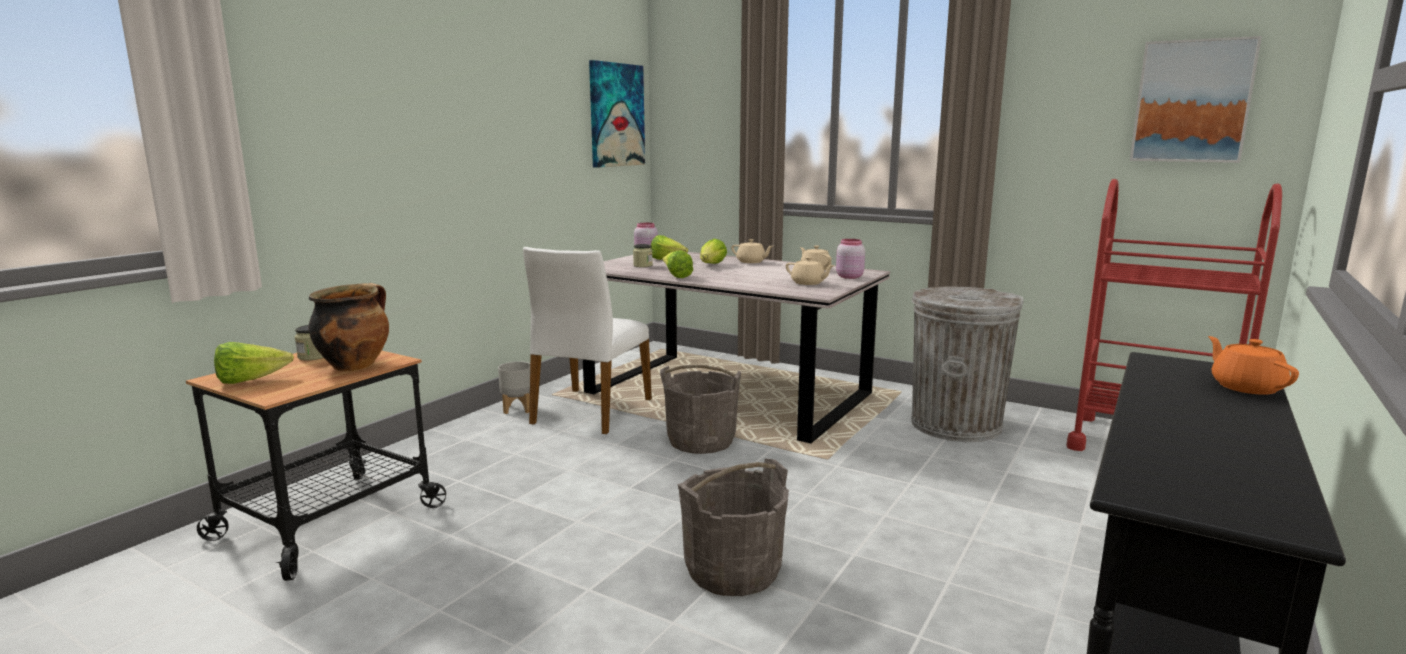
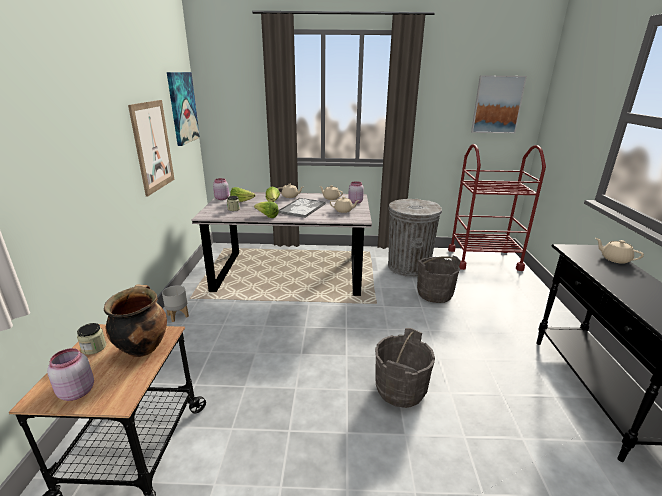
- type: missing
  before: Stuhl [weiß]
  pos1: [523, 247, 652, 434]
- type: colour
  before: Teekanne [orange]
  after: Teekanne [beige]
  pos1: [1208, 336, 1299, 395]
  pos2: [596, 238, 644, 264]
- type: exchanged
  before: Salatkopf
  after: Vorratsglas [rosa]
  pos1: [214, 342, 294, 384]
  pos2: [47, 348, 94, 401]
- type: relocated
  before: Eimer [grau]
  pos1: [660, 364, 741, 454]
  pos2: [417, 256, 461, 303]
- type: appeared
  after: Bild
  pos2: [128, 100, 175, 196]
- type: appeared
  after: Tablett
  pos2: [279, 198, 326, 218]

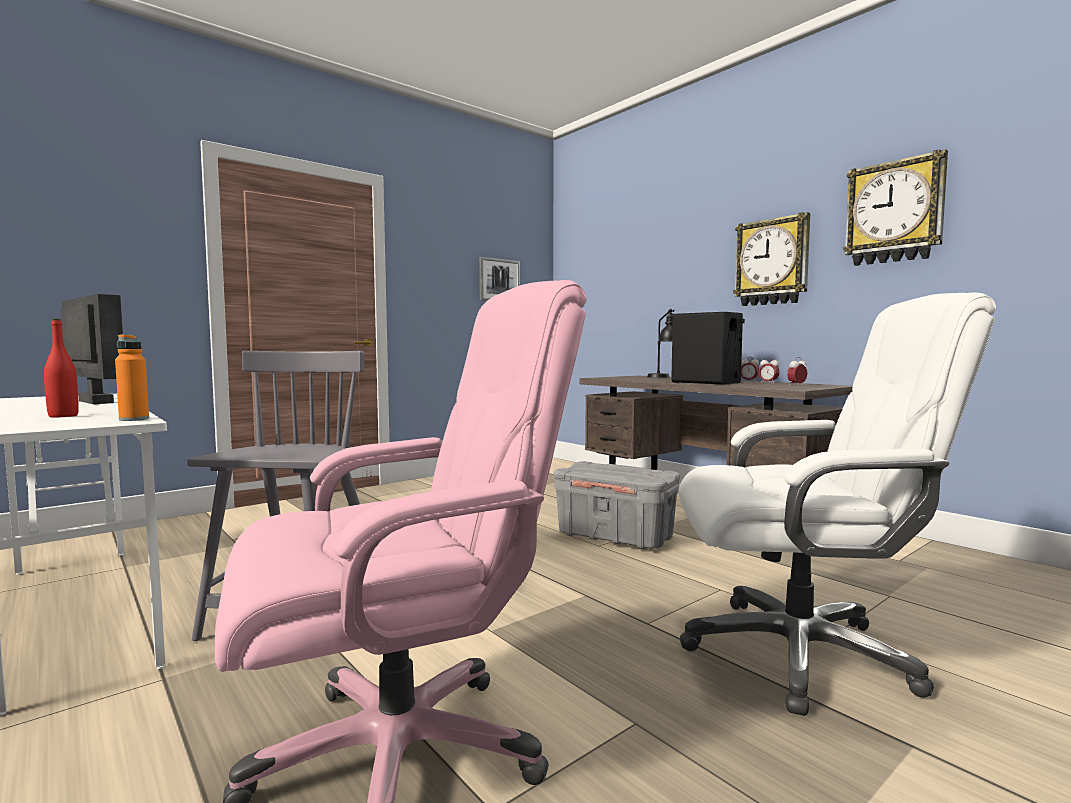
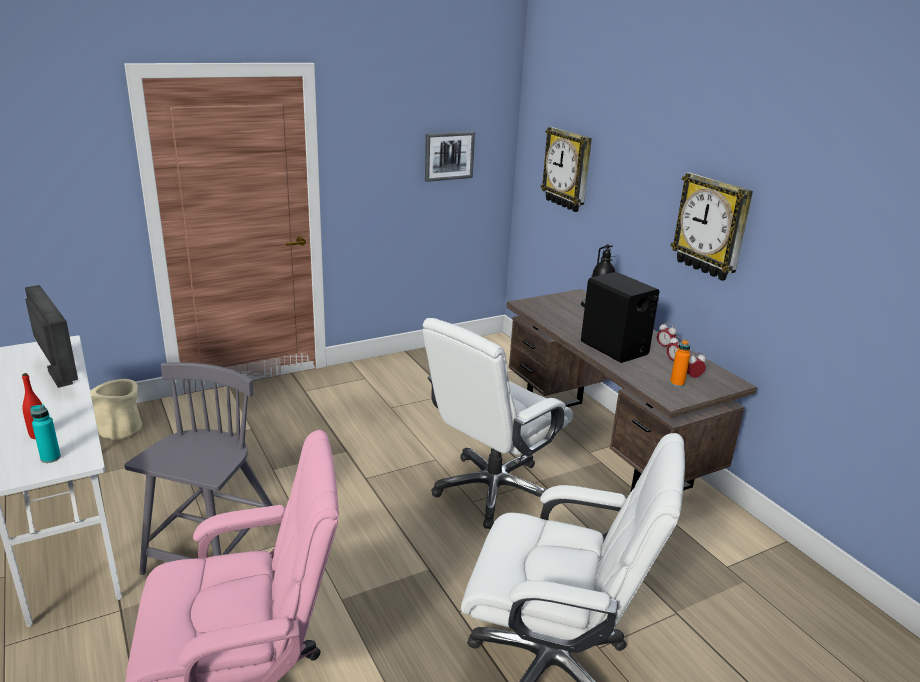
- type: relocated
  before: Wanduhr
  pos1: [843, 149, 948, 266]
  pos2: [541, 127, 592, 212]
- type: relocated
  before: Flasche [orange]
  pos1: [115, 334, 149, 421]
  pos2: [670, 339, 690, 387]
- type: exchanged
  before: Aufbewahrungsbox [grau]
  after: Bürostuhl [weiß]
  pos1: [554, 461, 680, 550]
  pos2: [423, 318, 573, 529]
- type: appeared
  after: Pflanzkübel [beige]
  pos2: [91, 379, 142, 440]
- type: appeared
  after: Flasche [türkis]
  pos2: [30, 404, 61, 463]

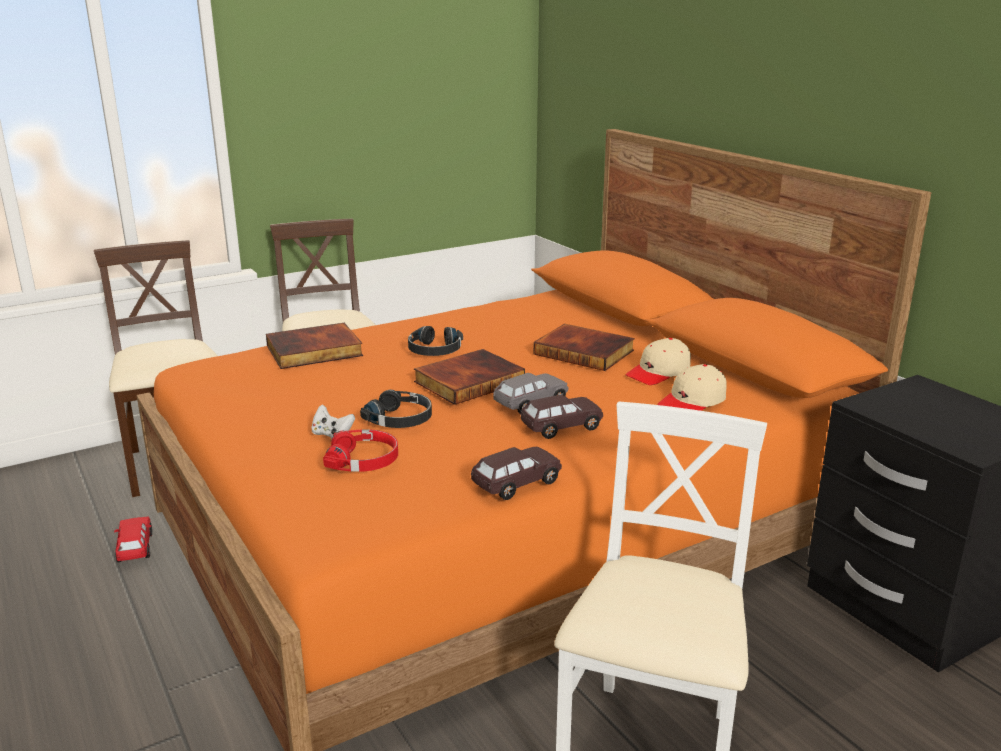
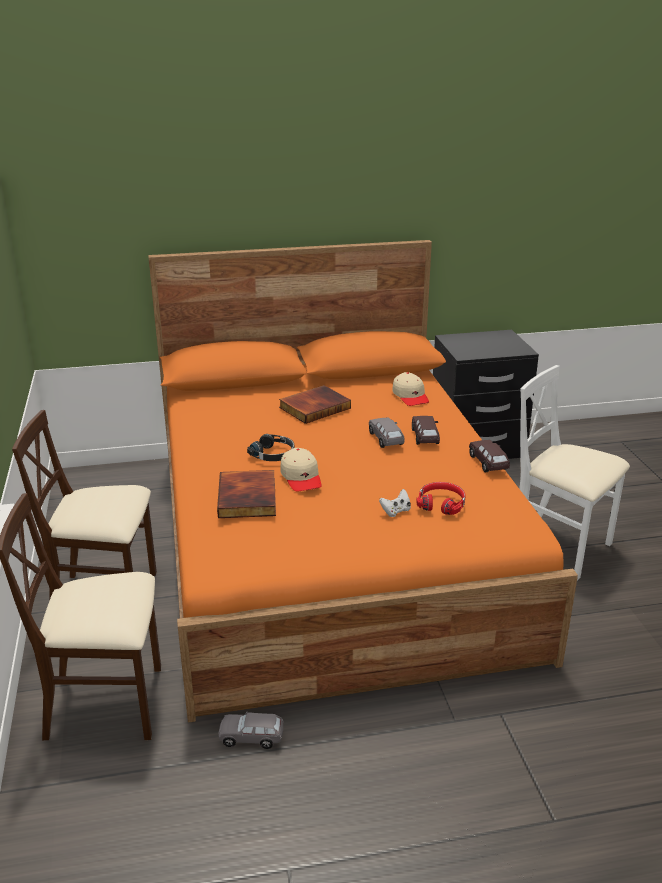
- type: relocated
  before: Kappe [beige]
  pos1: [626, 338, 691, 385]
  pos2: [280, 448, 321, 492]
- type: missing
  before: Buch
  pos1: [414, 349, 525, 405]
- type: missing
  before: Kopfhörer [schwarz]
  pos1: [360, 390, 432, 428]
- type: colour
  before: Spielzeugauto [rot]
  after: Spielzeugauto [grau]
  pos1: [114, 516, 152, 562]
  pos2: [218, 711, 283, 749]

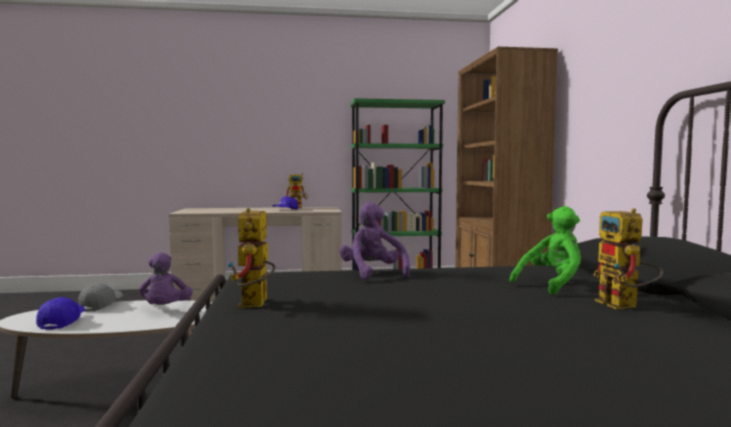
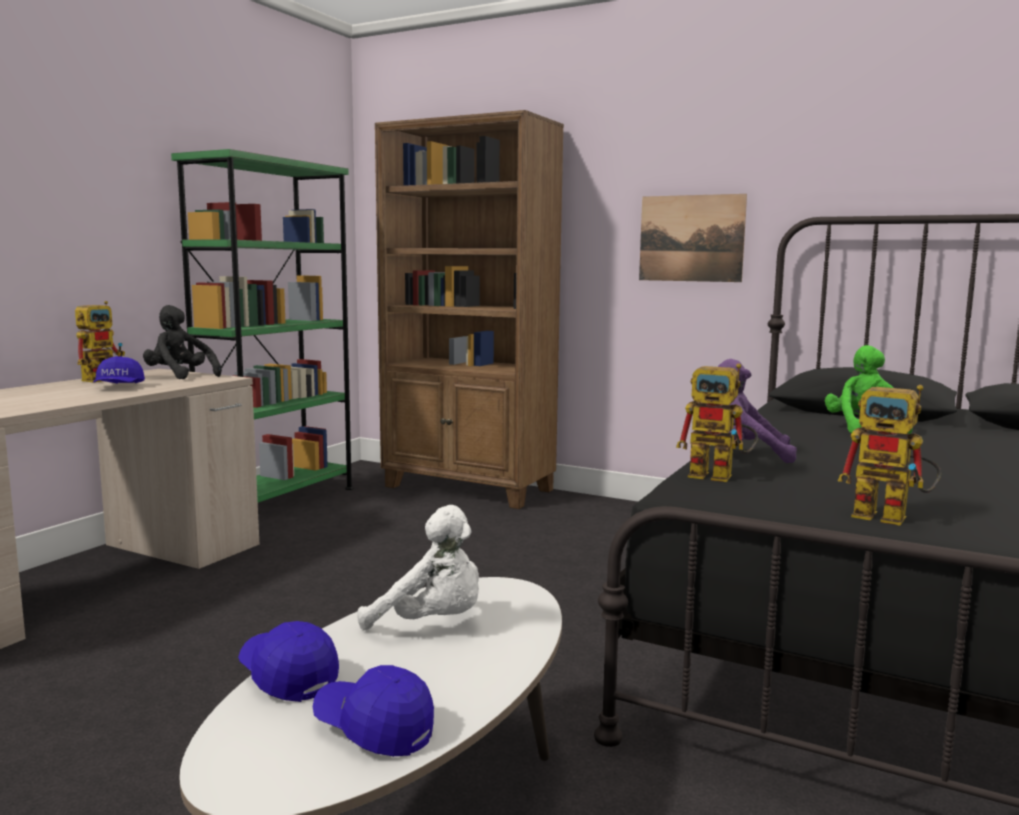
- type: relocated
  before: Spielzeugroboter
  pos1: [593, 208, 663, 309]
  pos2: [676, 363, 758, 482]
- type: colour
  before: Plüschtier [lila]
  after: Plüschtier [weiß]
  pos1: [139, 252, 193, 305]
  pos2: [357, 505, 479, 630]
- type: colour
  before: Kappe [grau]
  after: Kappe [blau]
  pos1: [78, 283, 123, 312]
  pos2: [238, 621, 339, 702]
- type: appeared
  after: Bild
  pos2: [639, 194, 747, 282]
- type: appeared
  after: Plüschtier [schwarz]
  pos2: [143, 305, 222, 379]

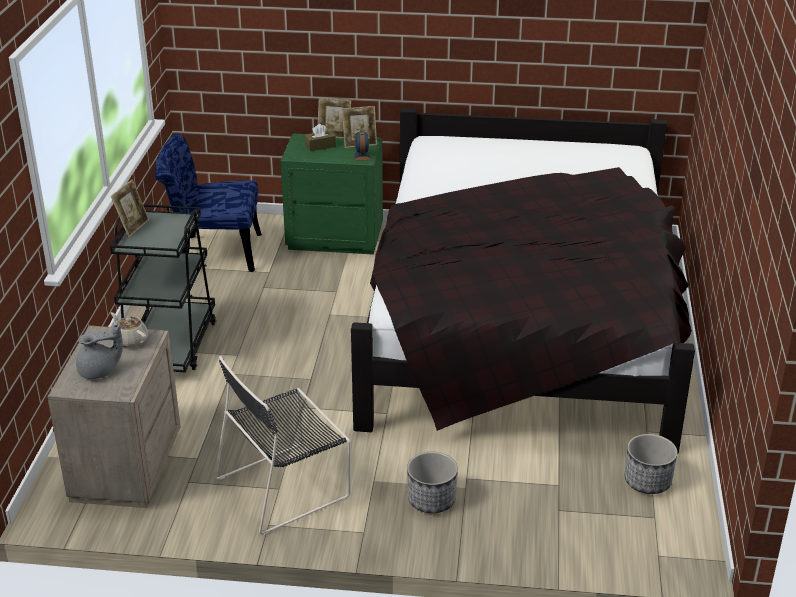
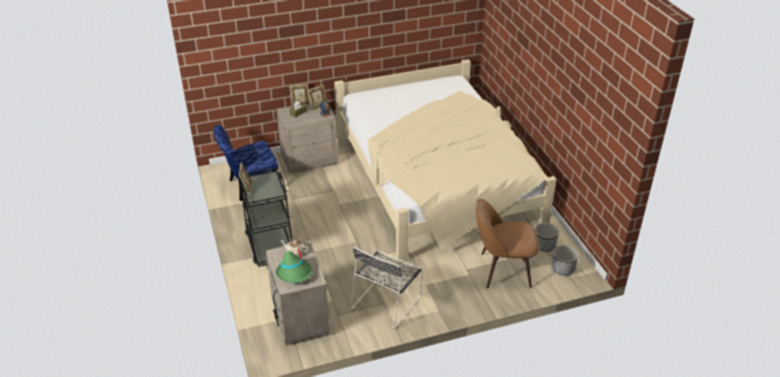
- type: colour
  before: Bett [schwarz]
  after: Bett [beige]
  pos1: [351, 108, 695, 453]
  pos2: [334, 59, 557, 263]
- type: colour
  before: Nachttisch [grün]
  after: Nachttisch [beige]
  pos1: [280, 133, 383, 255]
  pos2: [276, 104, 338, 174]
- type: exchanged
  before: Teekanne [grau]
  after: Hut [grün]
  pos1: [76, 323, 123, 379]
  pos2: [275, 247, 312, 283]
- type: relocated
  before: Pflanzkübel
  pos1: [407, 452, 458, 513]
  pos2: [552, 245, 579, 275]
- type: appeared
  after: Stuhl [braun]
  pos2: [476, 199, 540, 289]

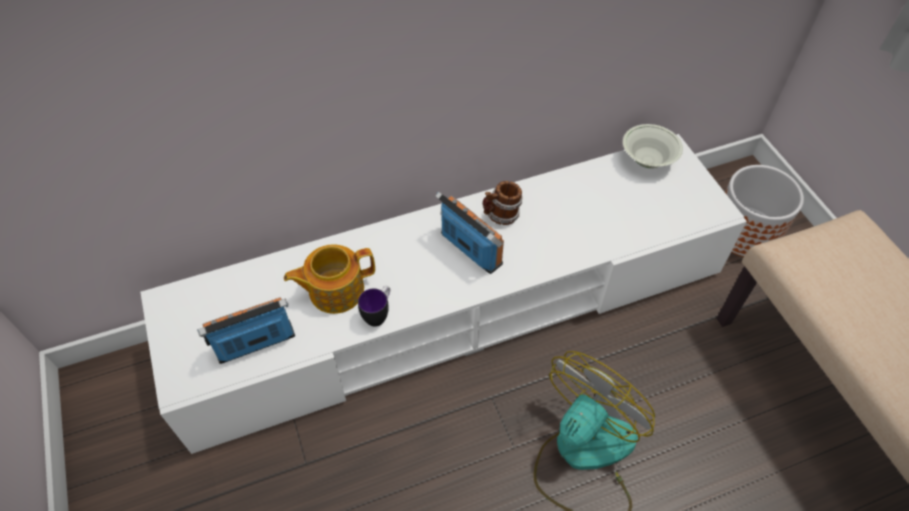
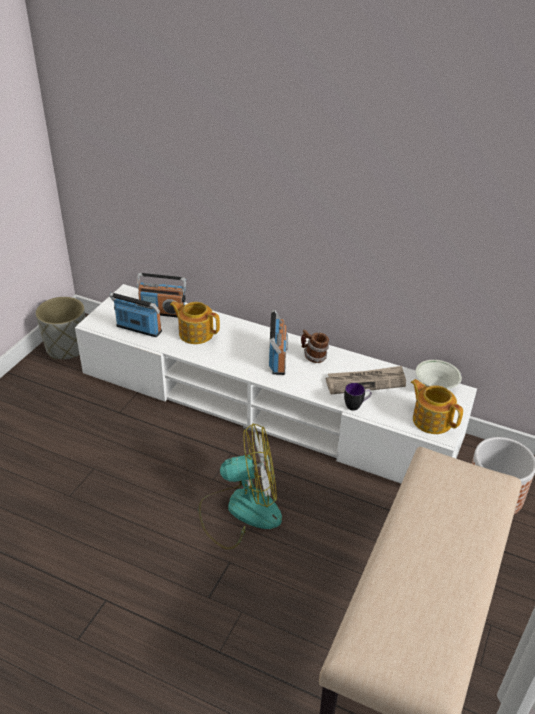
- type: relocated
  before: Henkelbecher
  pos1: [358, 286, 390, 327]
  pos2: [344, 383, 372, 411]
- type: appeared
  after: Radio
  pos2: [137, 273, 186, 318]
- type: appeared
  after: Pflanzkübel [grau]
  pos2: [36, 297, 86, 360]
- type: appeared
  after: Zeitung
  pos2: [326, 366, 406, 395]
- type: appeared
  after: Teekanne
  pos2: [411, 379, 463, 434]

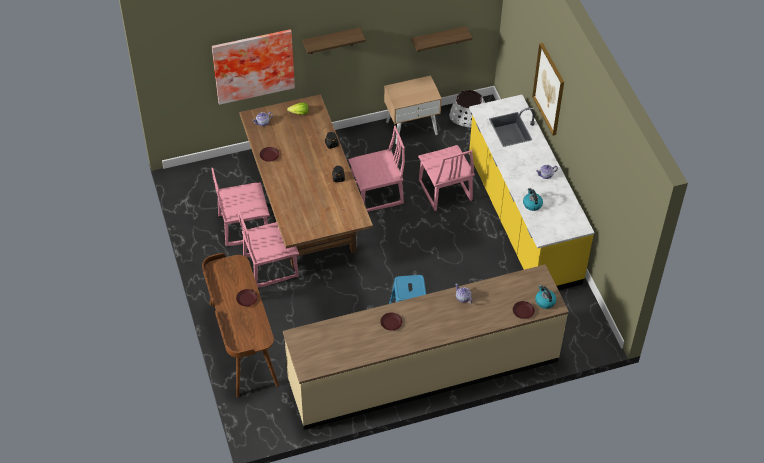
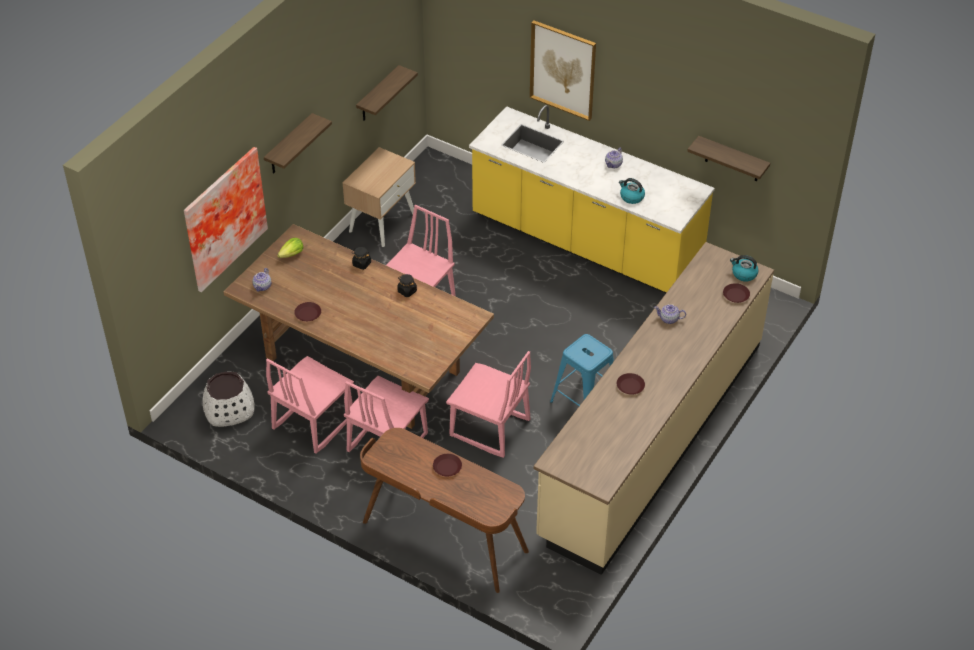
- type: relocated
  before: Pflanzkübel [weiß]
  pos1: [449, 90, 485, 128]
  pos2: [202, 371, 255, 427]
- type: relocated
  before: Stuhl [rosa]
  pos1: [418, 145, 475, 211]
  pos2: [446, 351, 531, 458]
- type: appeared
  after: Wandregal
  pos2: [687, 136, 770, 181]

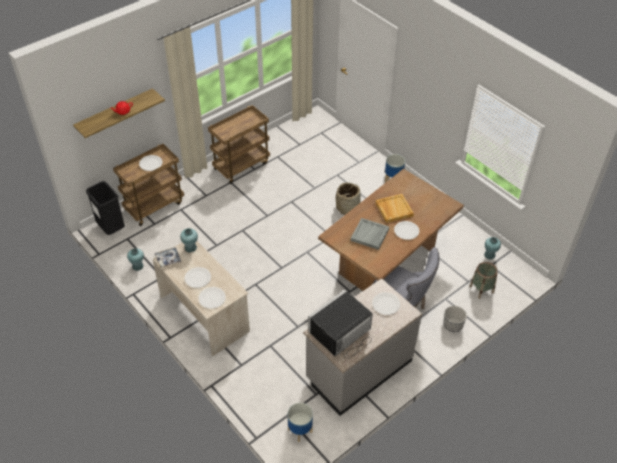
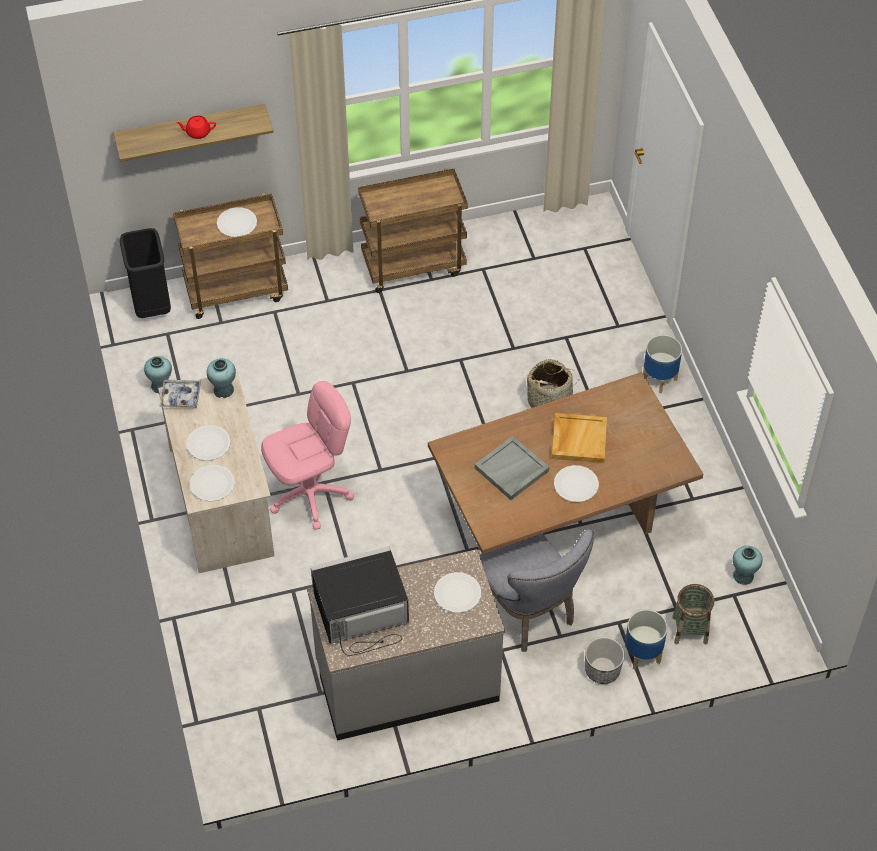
- type: relocated
  before: Pflanzkübel
  pos1: [288, 403, 313, 442]
  pos2: [625, 609, 667, 670]
- type: appeared
  after: Bürostuhl [rosa]
  pos2: [261, 381, 354, 530]

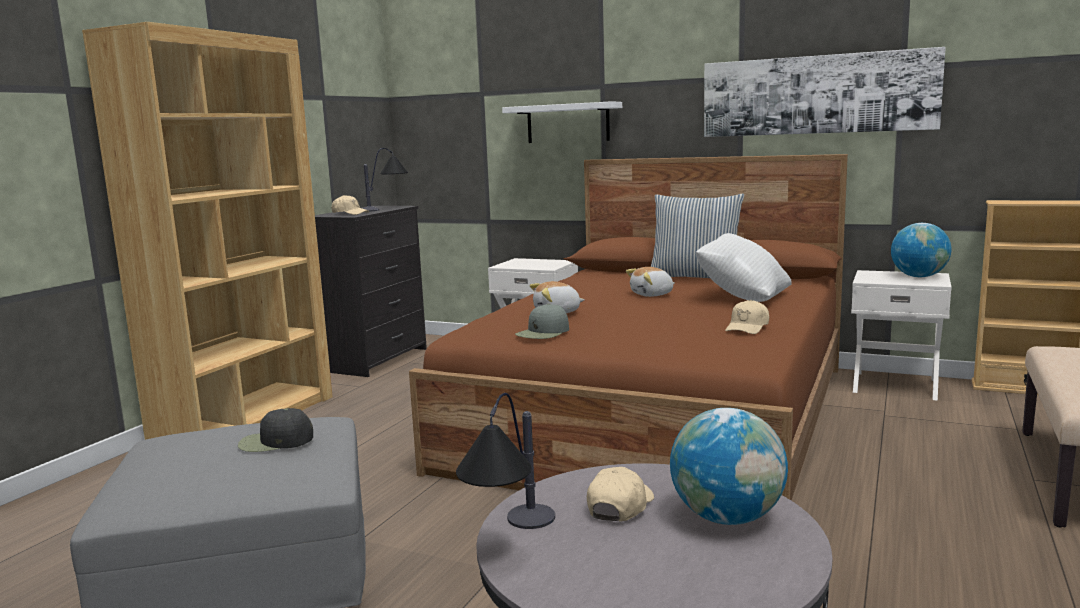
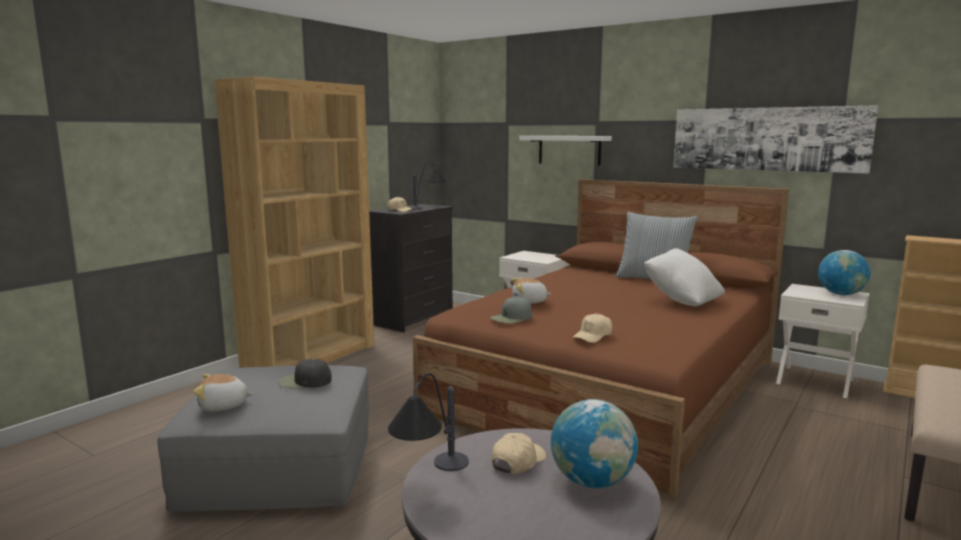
- type: relocated
  before: Plüschtier
  pos1: [626, 267, 675, 297]
  pos2: [193, 374, 254, 411]
- type: relocated
  before: Kappe [beige]
  pos1: [725, 300, 769, 334]
  pos2: [573, 313, 612, 343]

